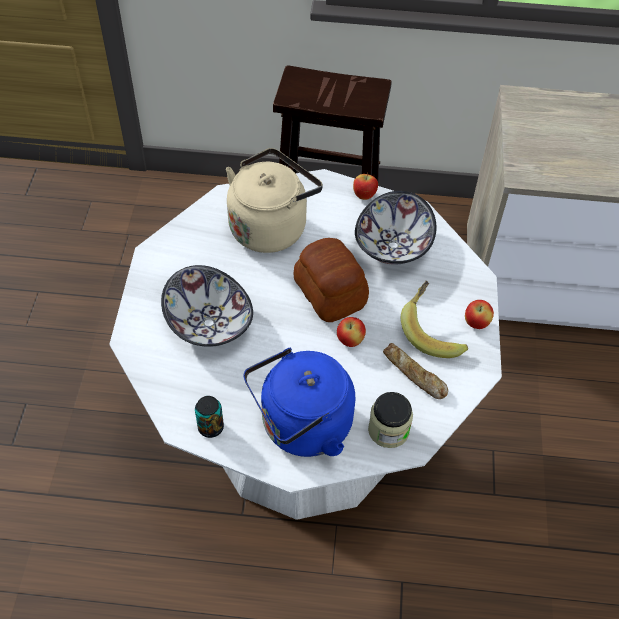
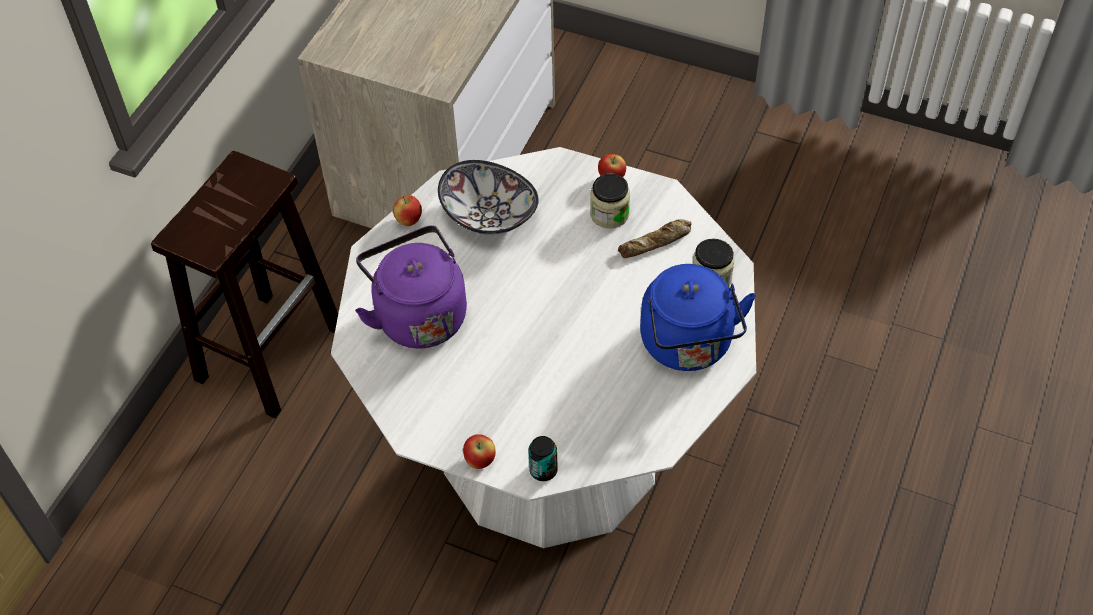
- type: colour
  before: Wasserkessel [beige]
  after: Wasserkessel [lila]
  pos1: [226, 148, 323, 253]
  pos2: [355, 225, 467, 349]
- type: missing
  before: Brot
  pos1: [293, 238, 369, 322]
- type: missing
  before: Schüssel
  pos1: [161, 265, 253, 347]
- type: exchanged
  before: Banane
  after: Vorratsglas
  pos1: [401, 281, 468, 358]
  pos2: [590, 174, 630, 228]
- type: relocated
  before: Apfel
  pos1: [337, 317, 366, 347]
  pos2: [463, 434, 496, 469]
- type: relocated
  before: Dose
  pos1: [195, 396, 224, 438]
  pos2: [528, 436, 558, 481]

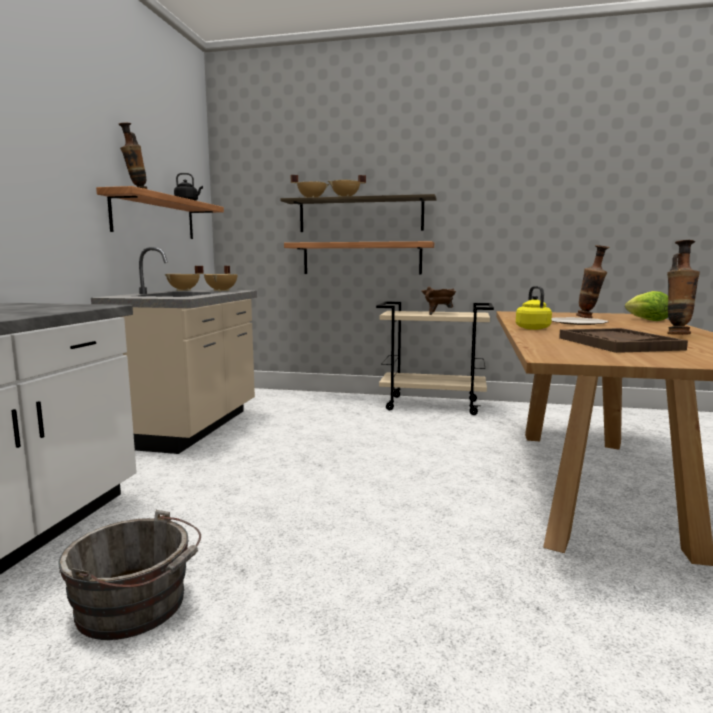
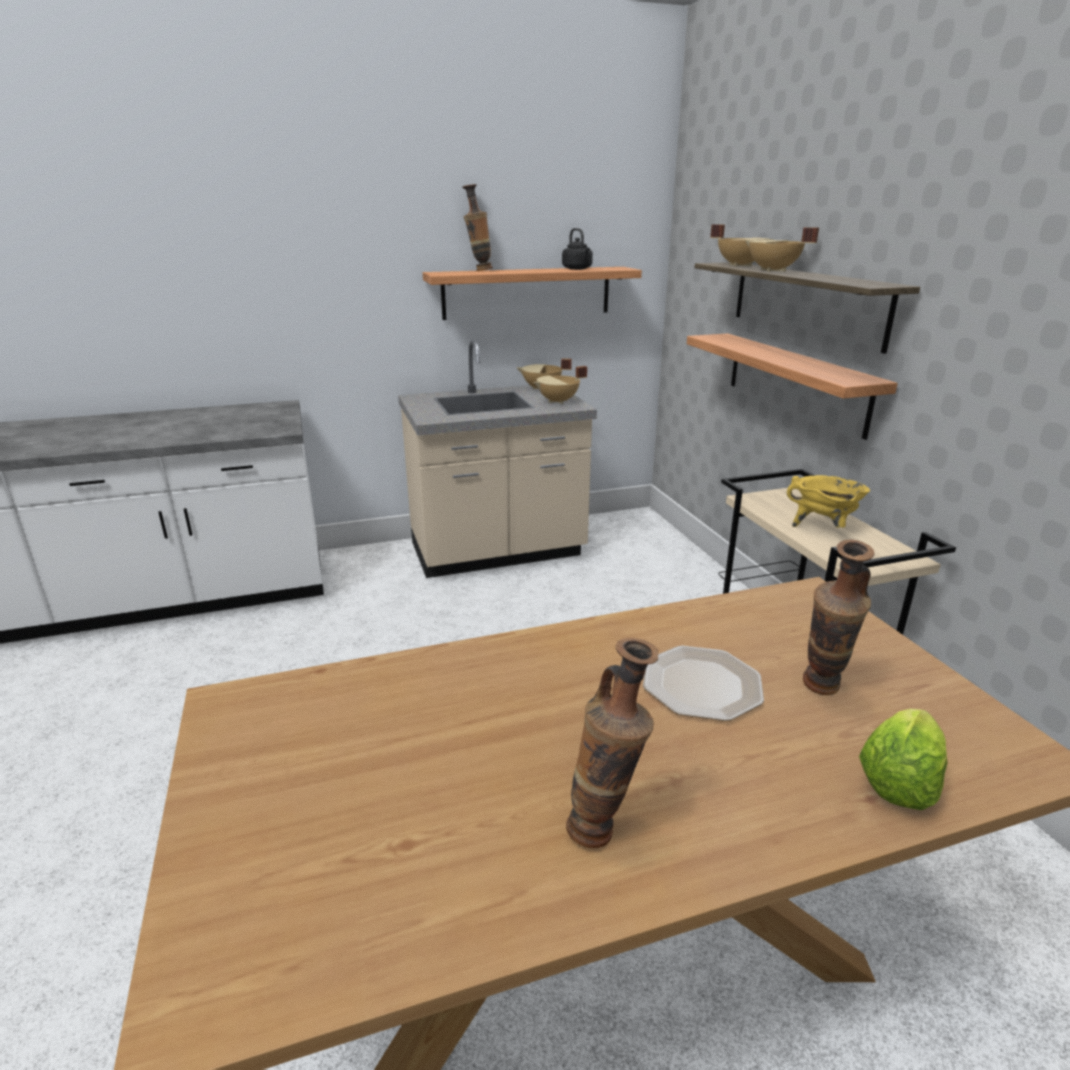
- type: missing
  before: Wasserkessel [gelb]
  pos1: [516, 286, 552, 330]
- type: colour
  before: Kochtopf [braun]
  after: Kochtopf [gelb]
  pos1: [421, 287, 456, 315]
  pos2: [787, 475, 870, 528]
- type: missing
  before: Tablett [braun]
  pos1: [559, 328, 688, 353]
- type: missing
  before: Eimer [grau]
  pos1: [58, 510, 201, 640]

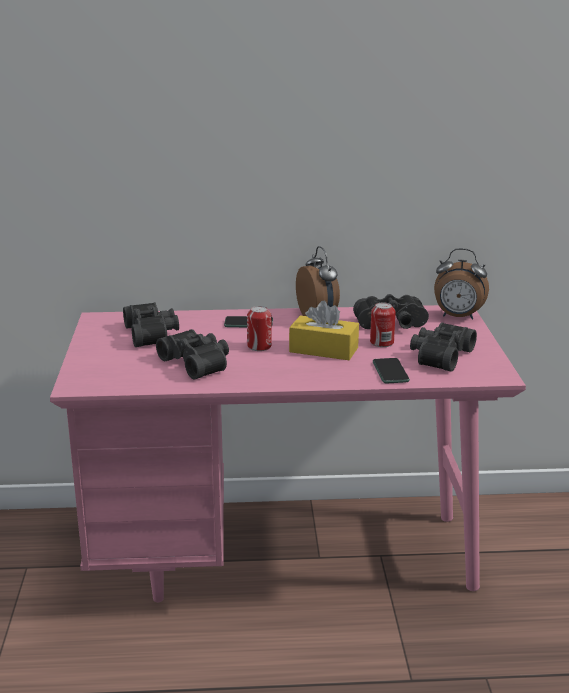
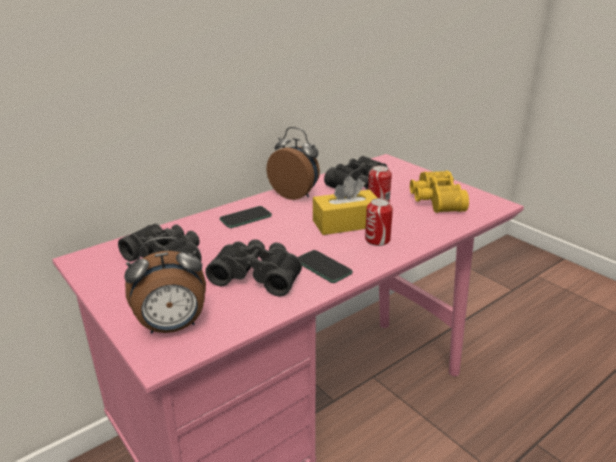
- type: relocated
  before: Wecker
  pos1: [434, 248, 489, 320]
  pos2: [124, 237, 206, 334]
- type: relocated
  before: Dose
  pos1: [247, 306, 272, 351]
  pos2: [365, 198, 393, 246]
- type: colour
  before: Fernglas [schwarz]
  after: Fernglas [gelb]
  pos1: [410, 322, 477, 372]
  pos2: [410, 171, 469, 213]
- type: relocated
  before: Handy
  pos1: [373, 358, 410, 383]
  pos2: [298, 250, 353, 283]

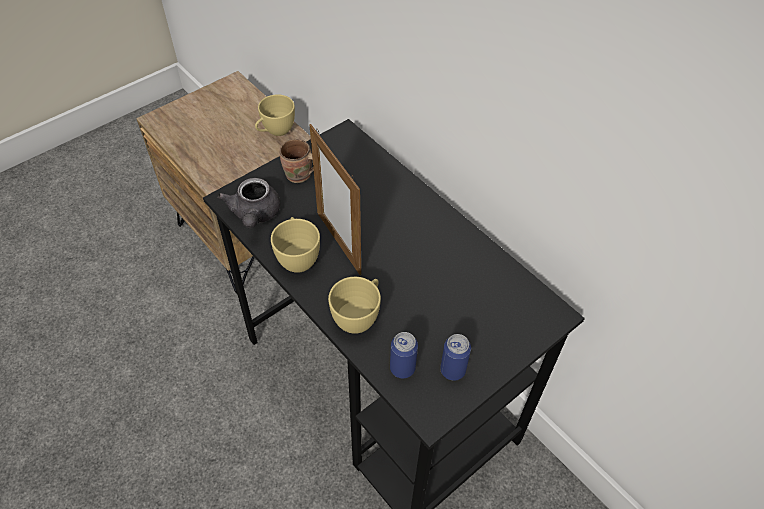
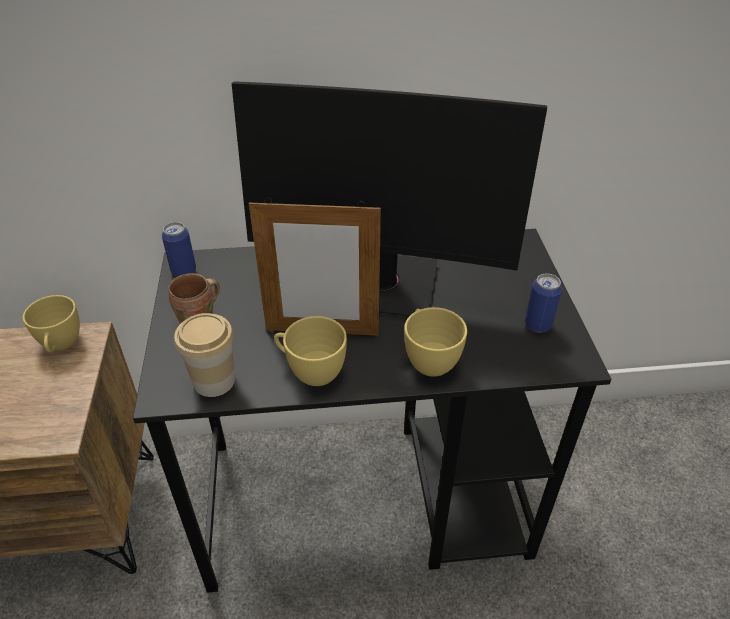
- type: exchanged
  before: Teekanne [grau]
  after: Tasse
  pos1: [218, 178, 280, 228]
  pos2: [174, 313, 235, 397]
- type: relocated
  before: Dose
  pos1: [390, 332, 418, 378]
  pos2: [162, 222, 196, 277]
- type: appeared
  after: Monitor
  pos2: [232, 82, 547, 316]

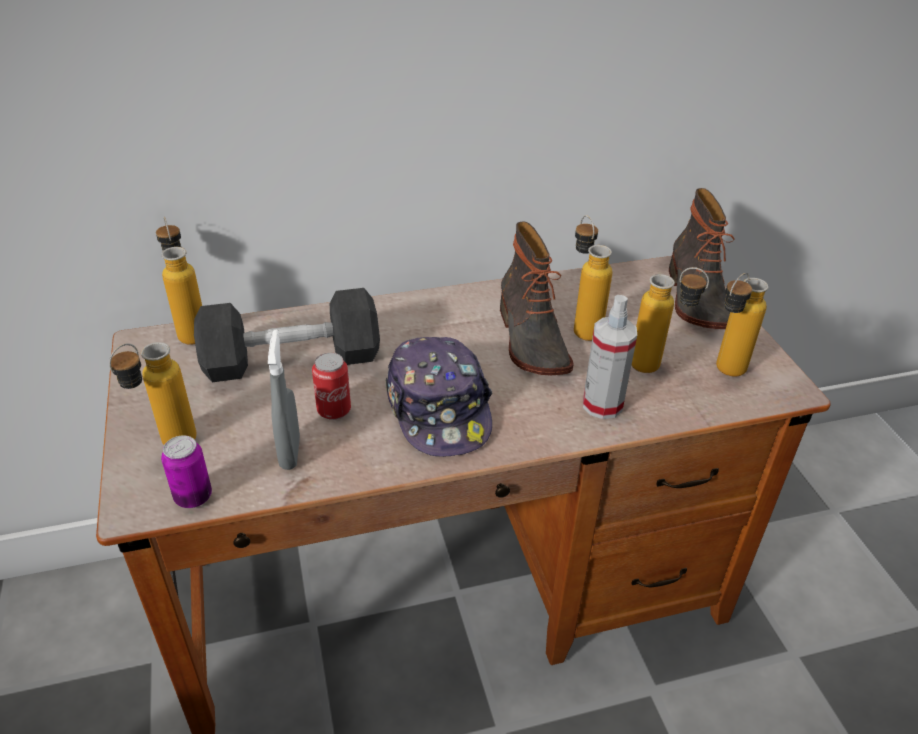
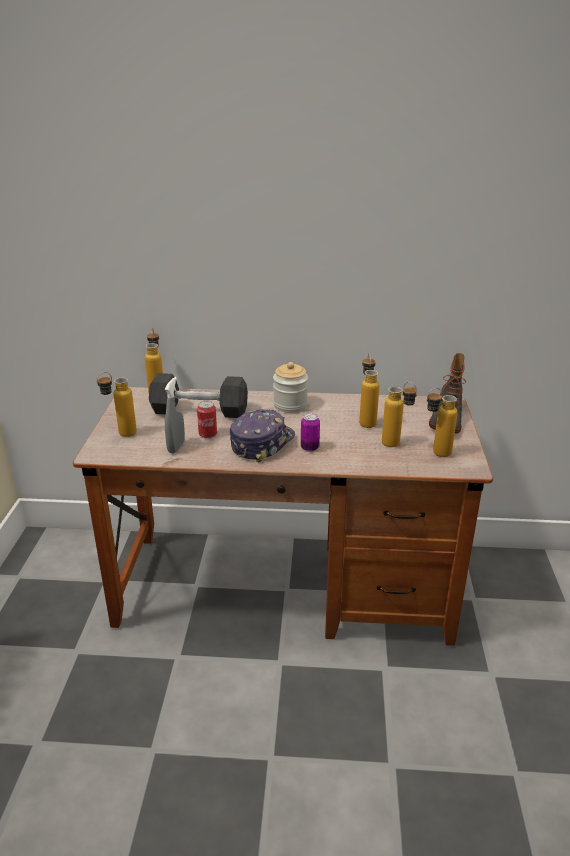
- type: missing
  before: Stiefel
  pos1: [500, 221, 574, 376]
- type: missing
  before: Sprühflasche
  pos1: [583, 295, 637, 419]
- type: spun
  before: Kappe
  pos1: [385, 337, 492, 457]
  pos2: [230, 409, 295, 463]
  turn: -150
- type: relocated
  before: Dose
  pos1: [161, 435, 212, 508]
  pos2: [301, 413, 320, 452]
- type: appeared
  after: Vorratsglas
  pos2: [273, 362, 308, 413]

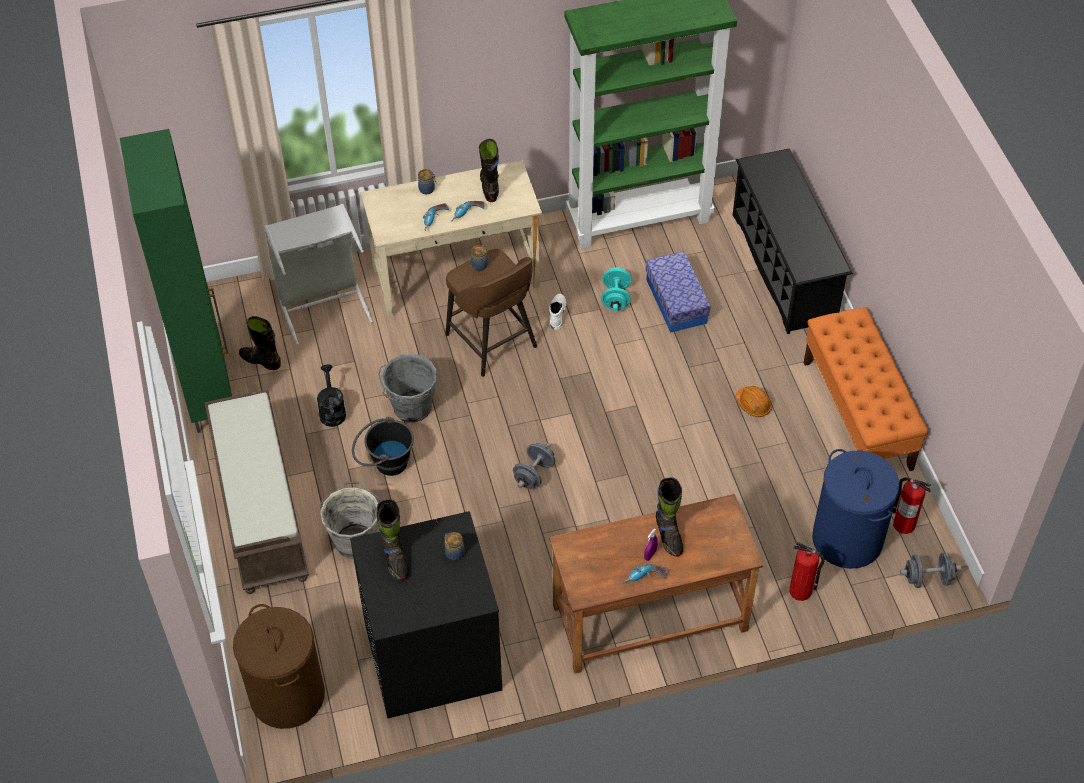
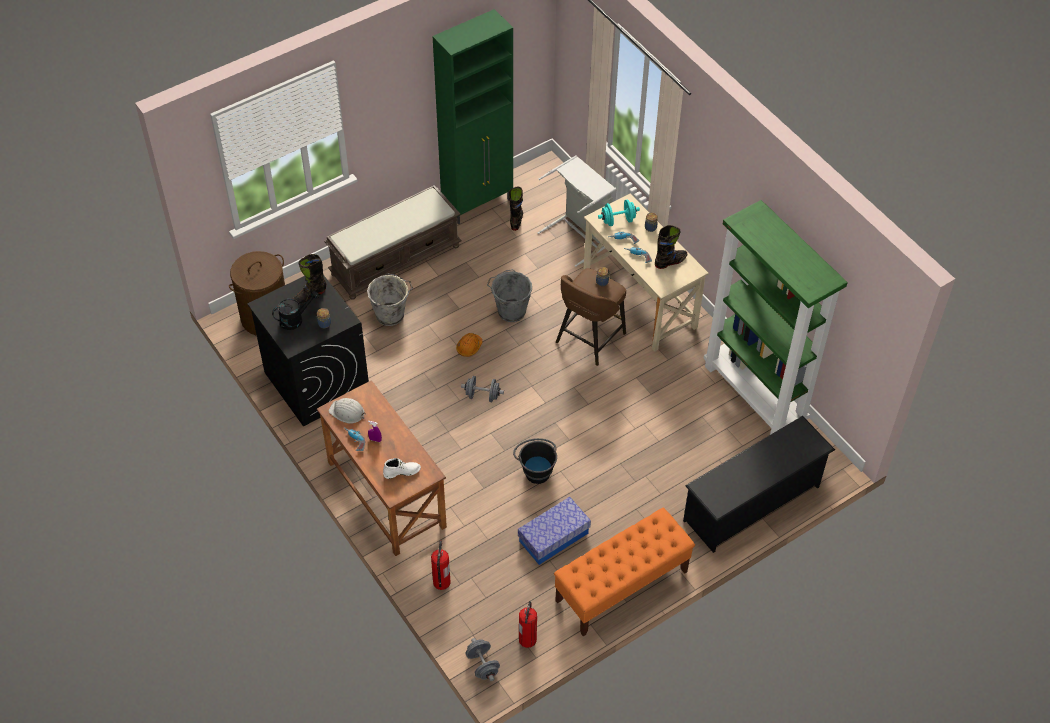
- type: relocated
  before: Aufbewahrungsbox
  pos1: [646, 251, 711, 333]
  pos2: [518, 497, 591, 565]
- type: relocated
  before: Hantel [türkis]
  pos1: [601, 267, 632, 311]
  pos2: [598, 199, 640, 226]
- type: relocated
  before: Stiefel [weiß]
  pos1: [549, 294, 566, 330]
  pos2: [383, 458, 421, 479]
- type: relocated
  before: Gießkanne [schwarz]
  pos1: [317, 364, 346, 427]
  pos2: [272, 290, 319, 330]
- type: relocated
  before: Schutzhelm [orange]
  pos1: [735, 386, 772, 417]
  pos2: [456, 333, 482, 357]
- type: relocated
  before: Eimer [schwarz]
  pos1: [352, 417, 414, 476]
  pos2: [513, 438, 557, 484]
- type: missing
  before: Wäschekorb [blau]
  pos1: [812, 449, 899, 569]
- type: missing
  before: Stiefel [schwarz]
  pos1: [656, 477, 683, 557]
- type: appeared
  after: Schutzhelm [weiß]
  pos2: [329, 398, 366, 424]

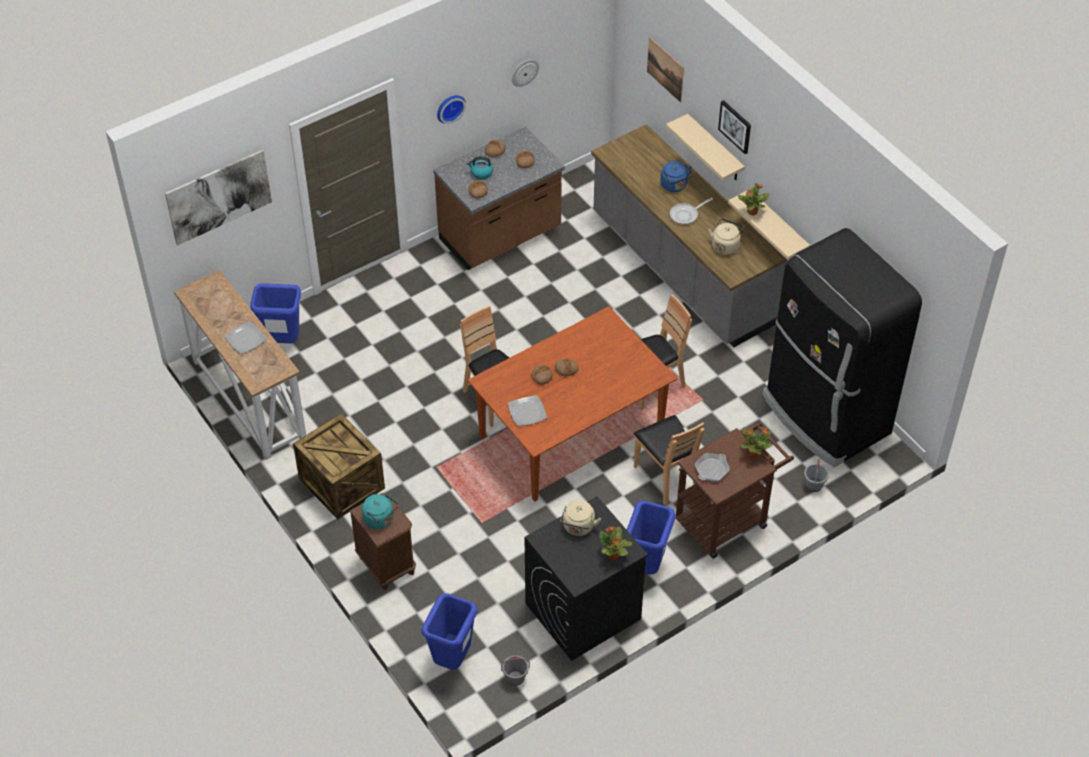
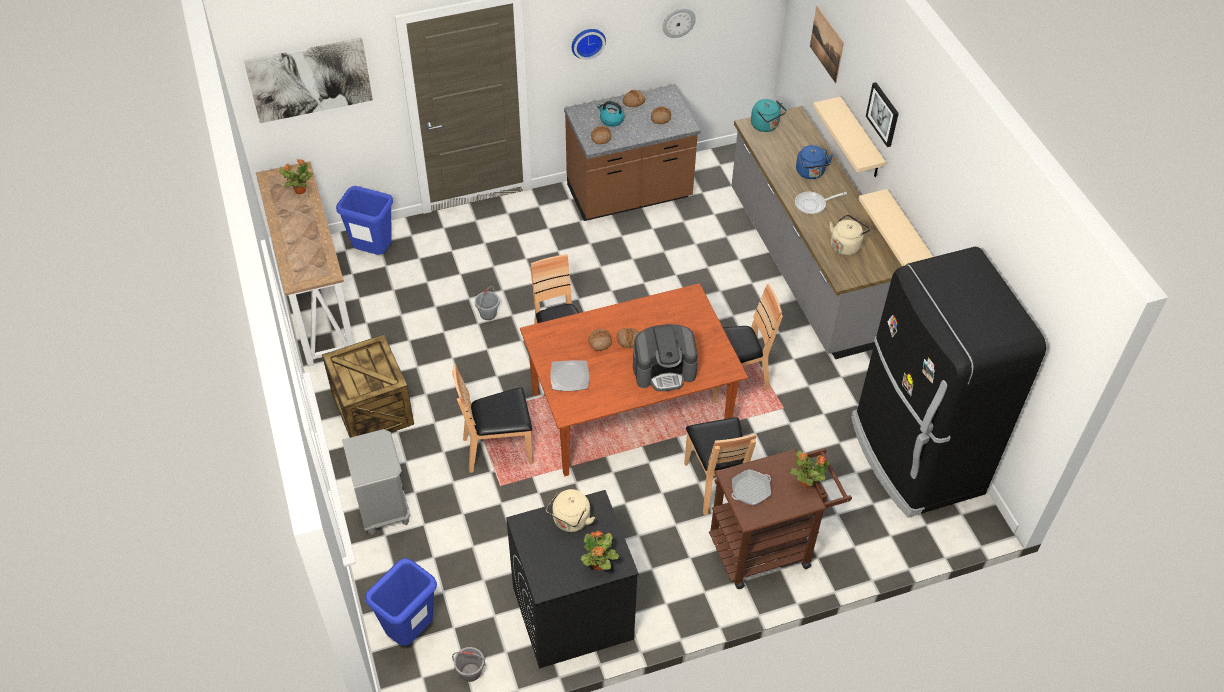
- type: relocated
  before: Topfpflanze
  pos1: [738, 183, 770, 216]
  pos2: [279, 159, 313, 194]
- type: missing
  before: Teller
  pos1: [225, 321, 267, 354]
- type: relocated
  before: Eimer [grau]
  pos1: [804, 459, 829, 492]
  pos2: [475, 286, 500, 320]
- type: colour
  before: Nachttisch [braun]
  after: Nachttisch [grau]
  pos1: [350, 493, 416, 590]
  pos2: [342, 429, 410, 535]
- type: relocated
  before: Wasserkessel [türkis]
  pos1: [362, 493, 399, 529]
  pos2: [751, 99, 787, 132]
- type: missing
  before: Mülleimer [blau]
  pos1: [627, 501, 676, 575]
- type: appeared
  after: Kaffeemaschine
  pos2: [633, 324, 698, 391]
- type: appeared
  after: Stuhl [braun]
  pos2: [452, 365, 533, 473]

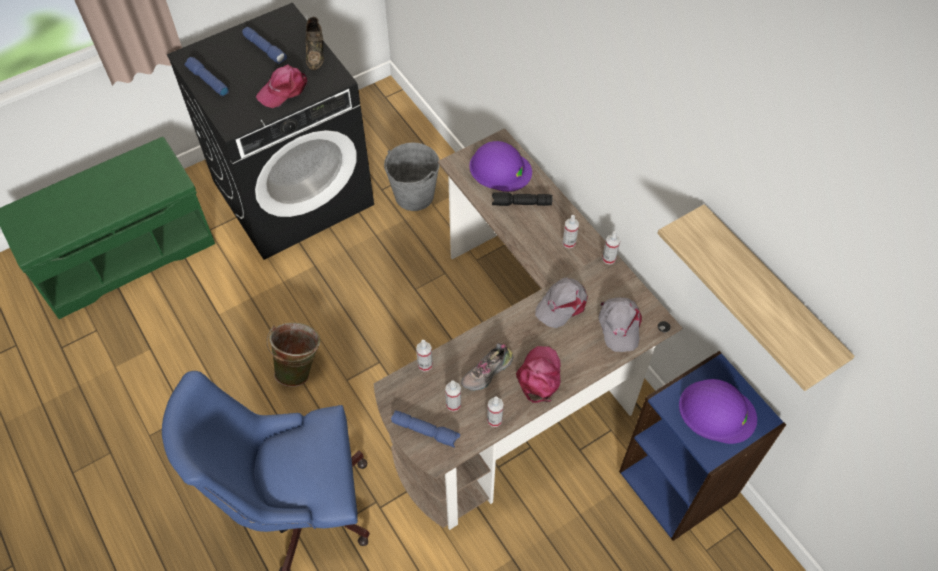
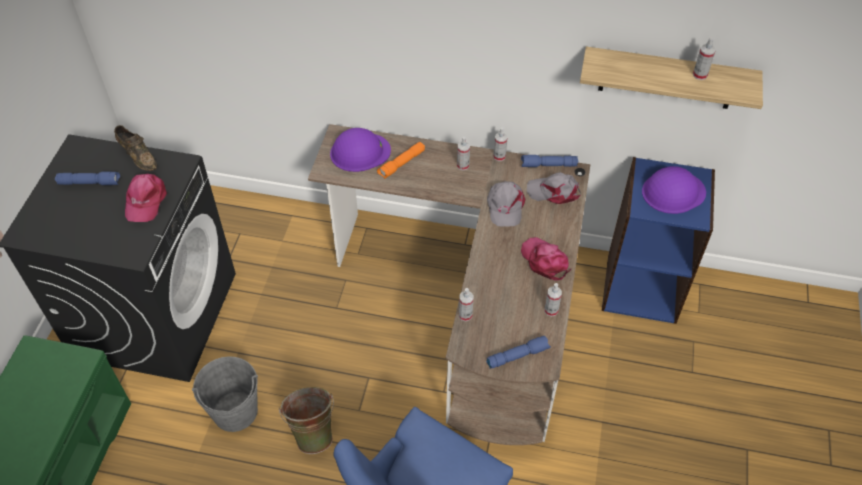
- type: relocated
  before: Taschenlampe [blau]
  pos1: [185, 57, 229, 96]
  pos2: [521, 155, 578, 167]
- type: relocated
  before: Eimer [grau]
  pos1: [384, 143, 440, 211]
  pos2: [192, 356, 258, 432]
- type: colour
  before: Taschenlampe [schwarz]
  after: Taschenlampe [orange]
  pos1: [492, 192, 553, 206]
  pos2: [377, 142, 425, 179]
- type: spun
  before: Kappe [grau]
  pos1: [598, 297, 642, 352]
  pos2: [527, 172, 581, 204]
  turn: 150
- type: missing
  before: Schuh
  pos1: [461, 343, 514, 390]
- type: relocated
  before: Sprühflasche
  pos1: [445, 381, 461, 412]
  pos2: [693, 38, 716, 80]

